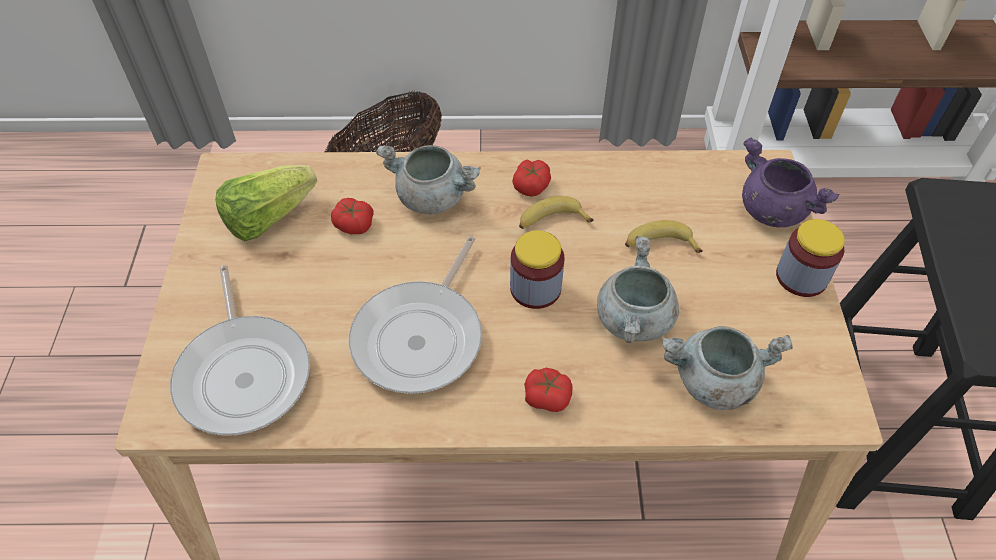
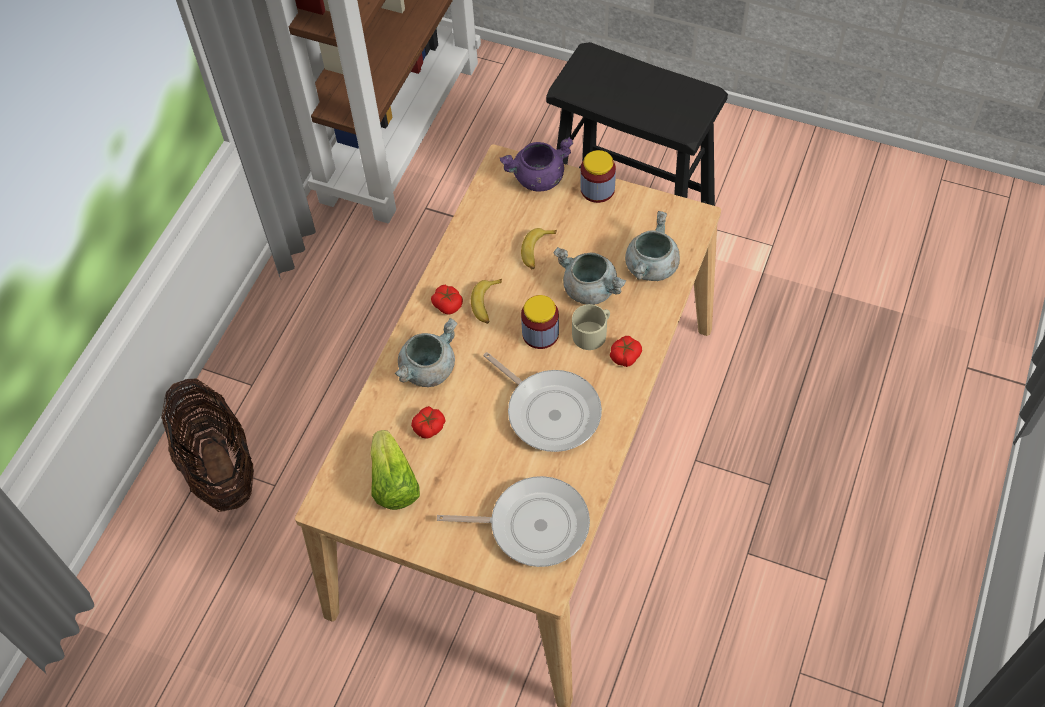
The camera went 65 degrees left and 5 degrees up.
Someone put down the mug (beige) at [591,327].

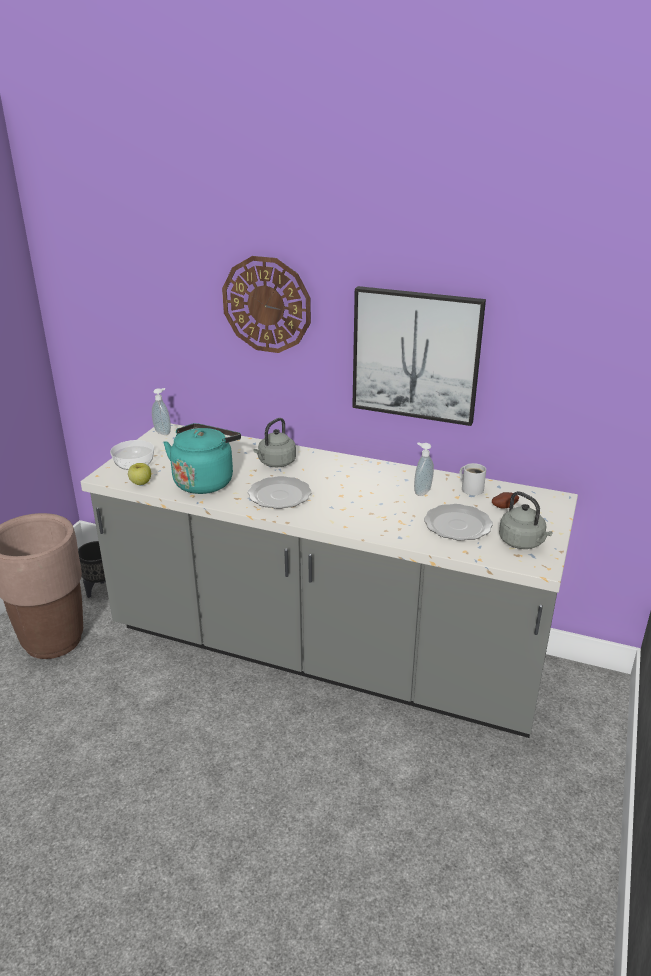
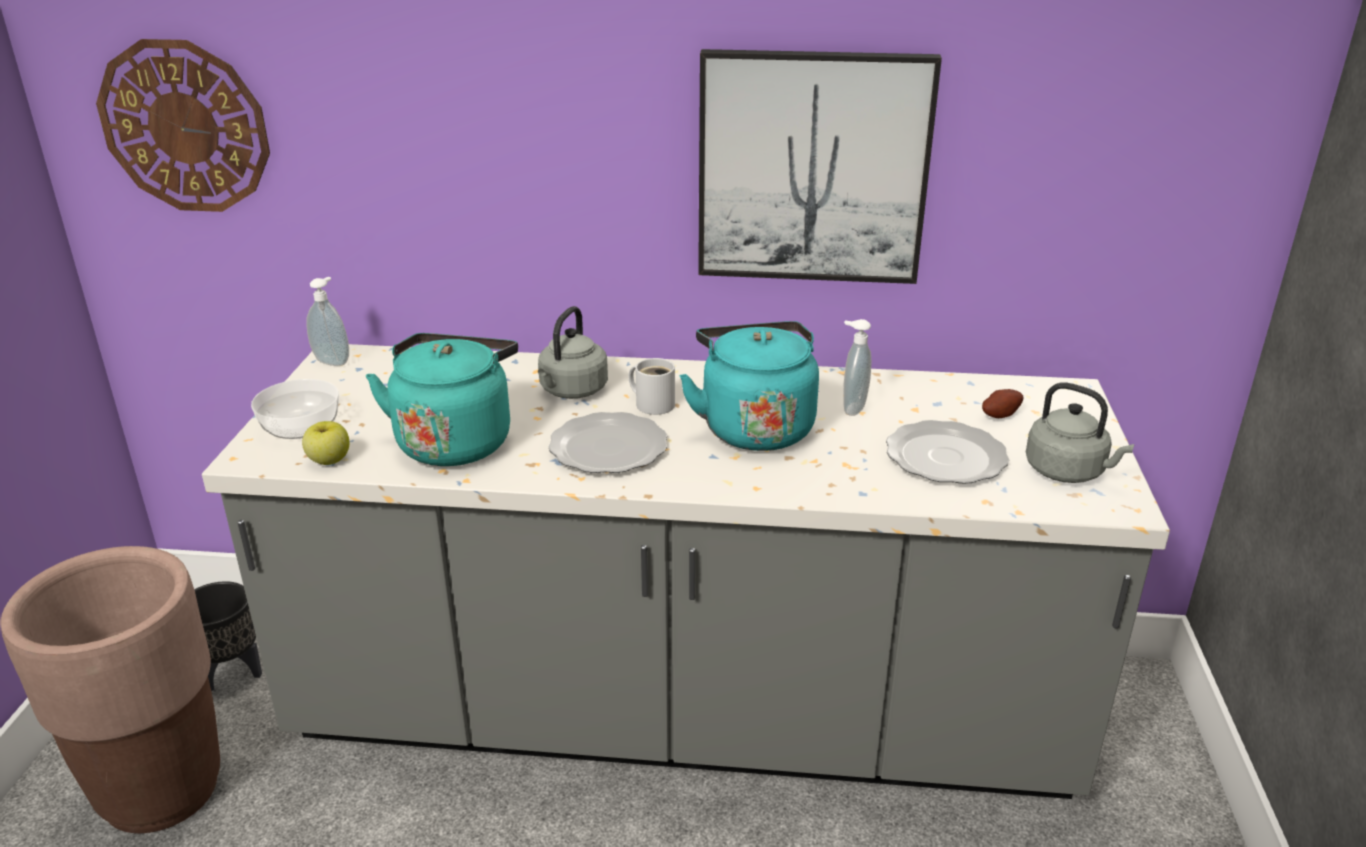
The camera went 15 degrees left and 0 degrees up.
Someone carried the wall clock from [266,304] to [183,125].
Someone carried the mug (white) from [472,479] to [652,386].
Someone put down the kettle (turquoise) at [749,386].

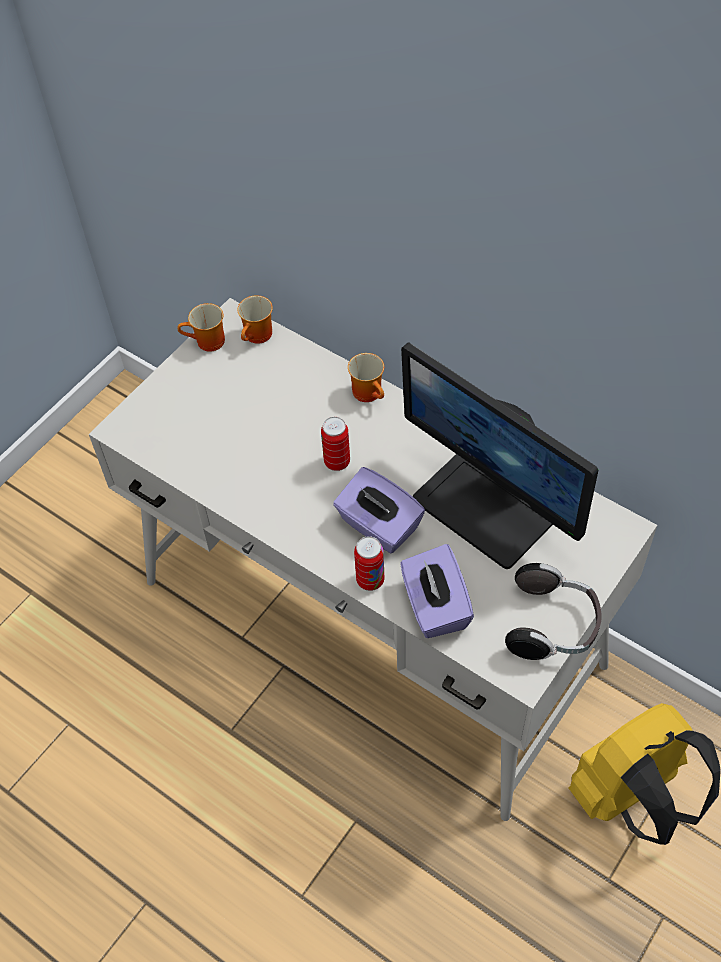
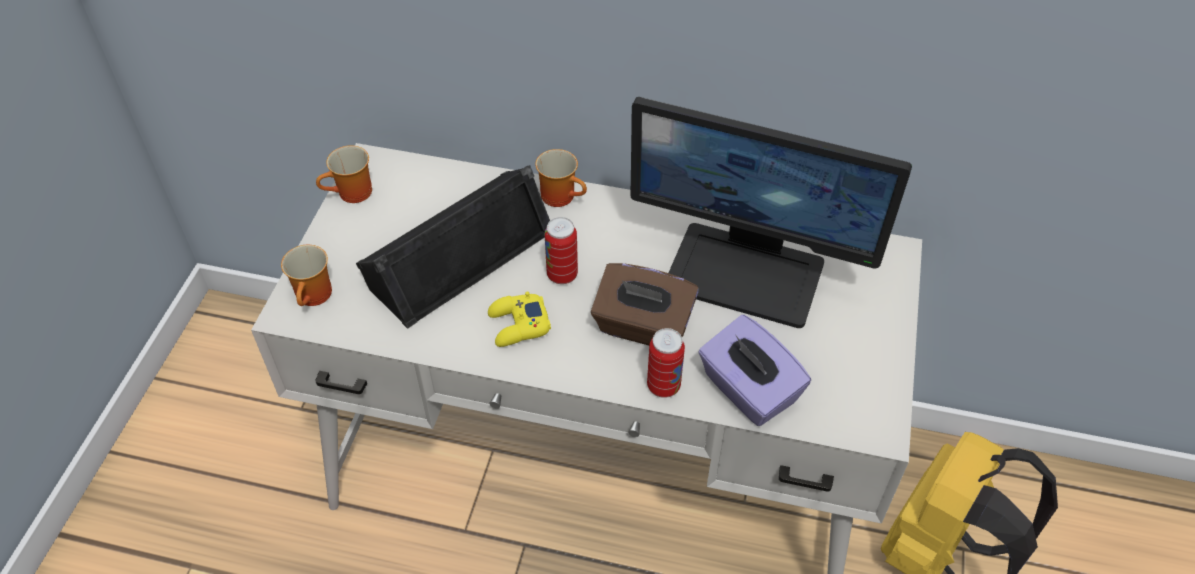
The camera went 25 degrees left and 5 degrees down.
Someone carried the mug from [255,319] to [306,275].
Someone repainted the tissue box (purple) at [379,510], which became the tissue box (brown) at [645,304].
Someone took away the headphones at [553,611].
Someone put down the speaker (black) at [453,247].
Someone put down the game controller (yellow) at [519,319].

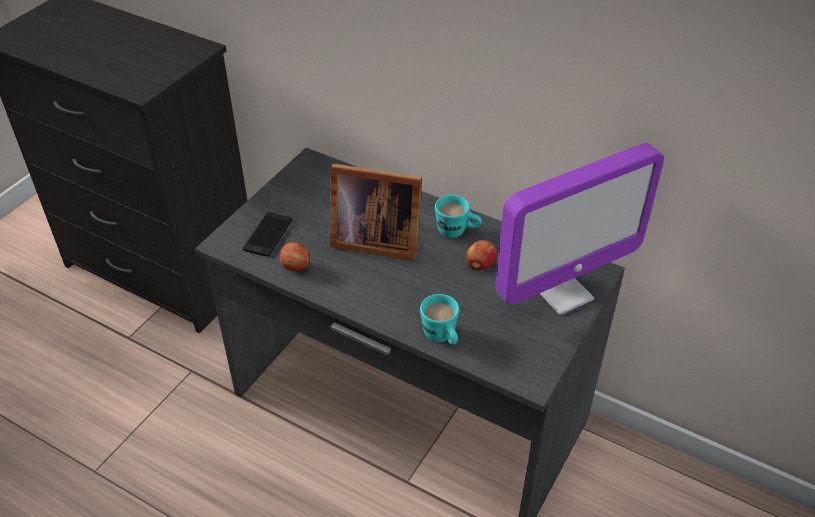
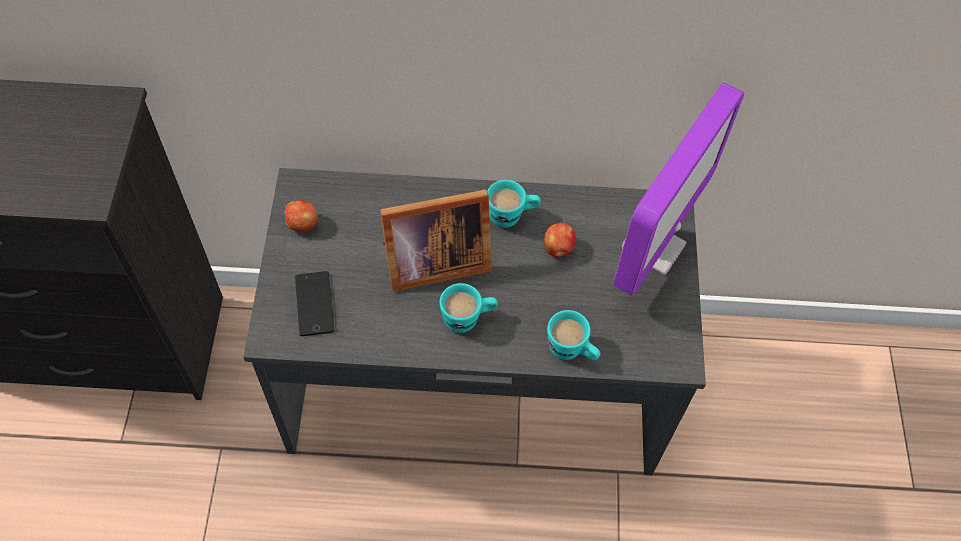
The camera went 30 degrees left and 15 degrees up.
Someone carried the apple from [294,257] to [301,216].
Someone put down the mug (turquoise) at [468,308].

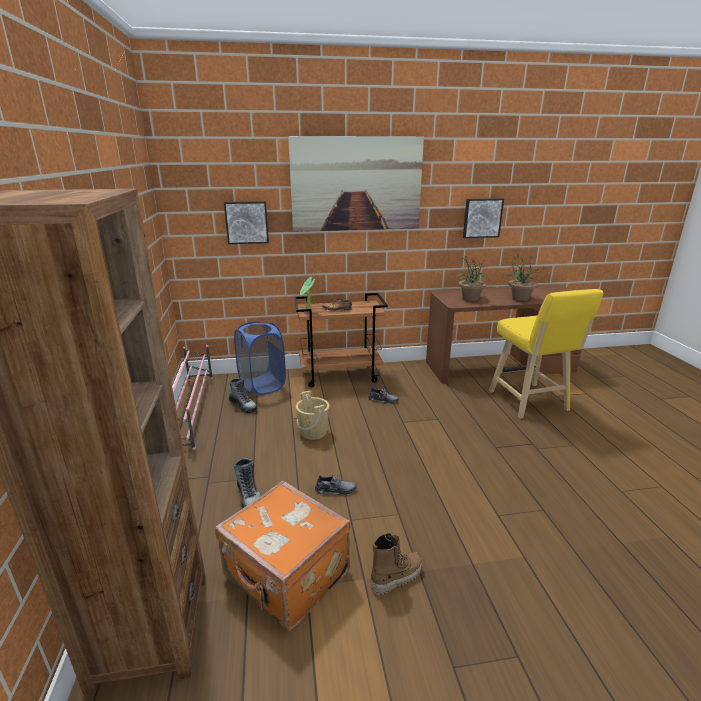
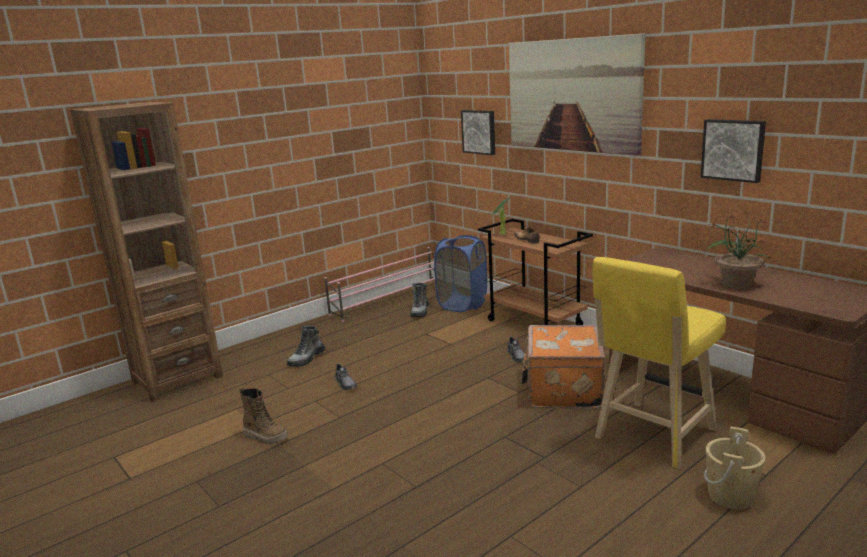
The camera went 60 degrees right and 5 degrees down.
Someone carried the suitcase (orange) from [282,556] to [563,367].
Someone carried the bucket (beige) from [312,415] to [734,468].
Someone took away the potted plant at [473,279].

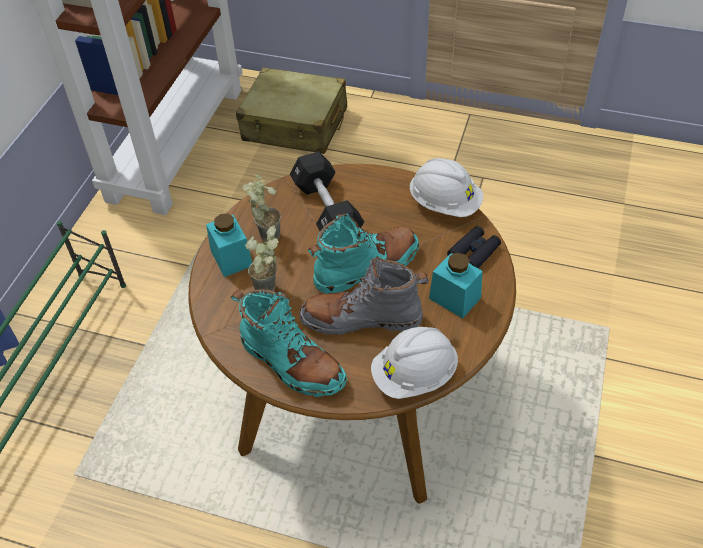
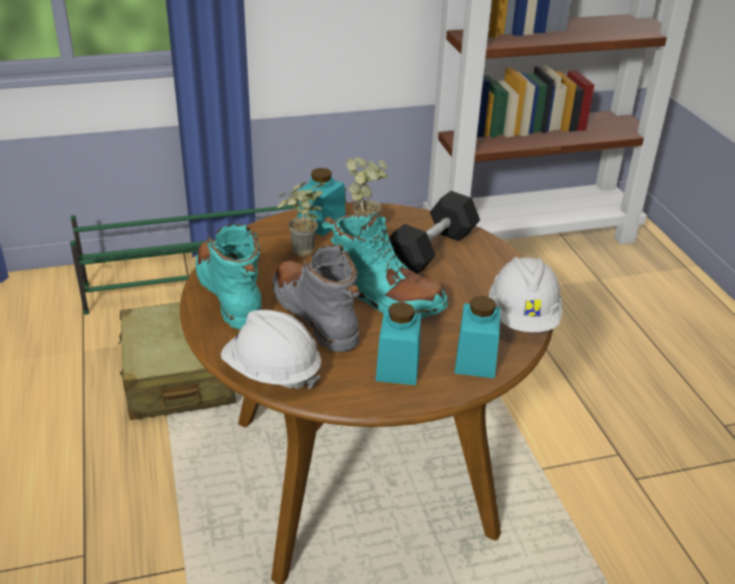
The camera went 55 degrees right and 15 degrees down.
Someone rotated the boot (turquoise) at [289,343] by 150 degrees clockwise.
Someone carried the suitcase (beige) from [291,110] to [177,361].
Someone swapped the binoculars (black) at [474,247] for the jar (turquoise) at [478,337].

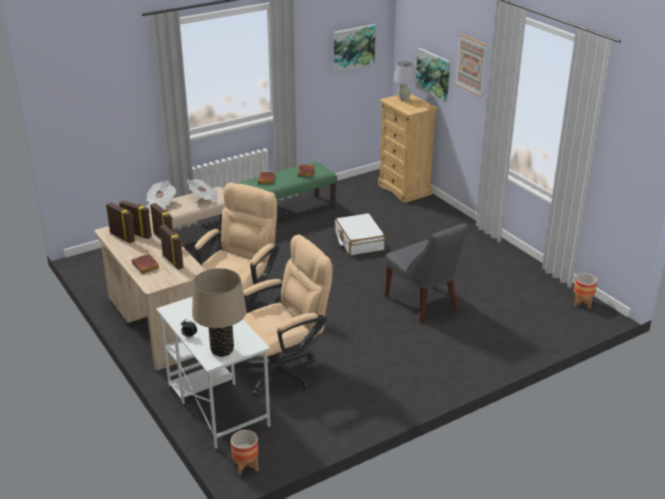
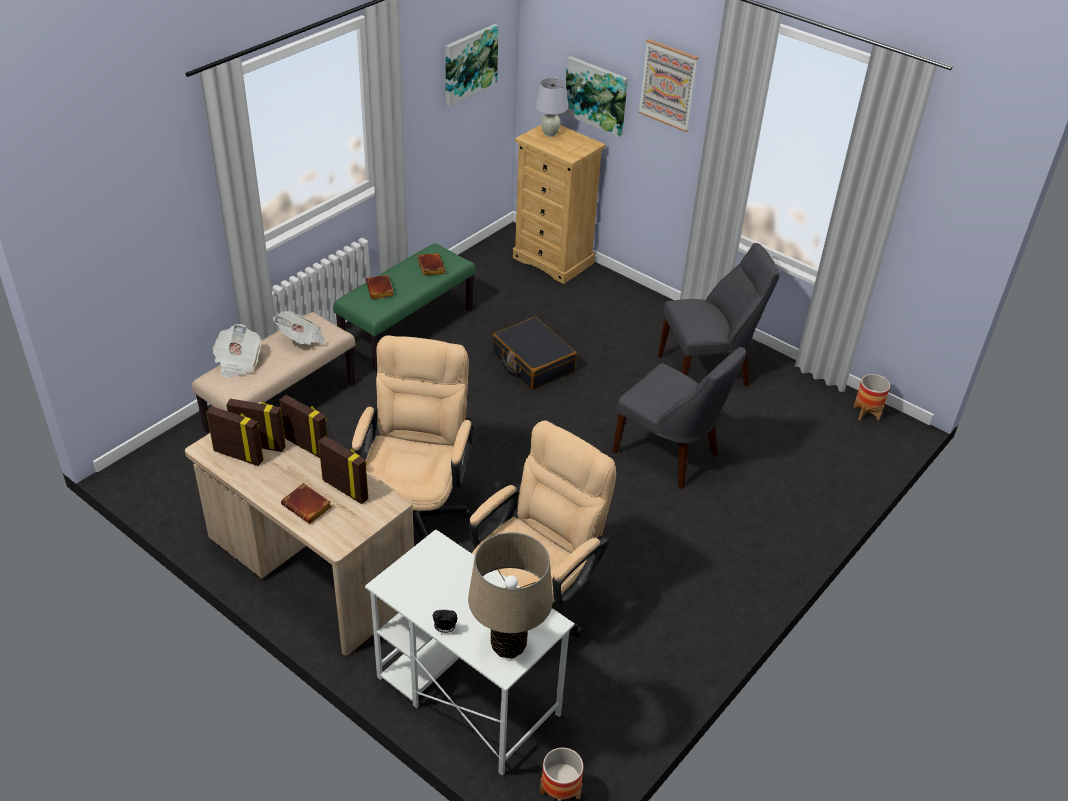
The camera went 20 degrees left and 10 degrees up.
Someone repainted the suitcase (white) at [360,234], which became the suitcase (black) at [534,353].
Someone put down the chair (grey) at [719,314].

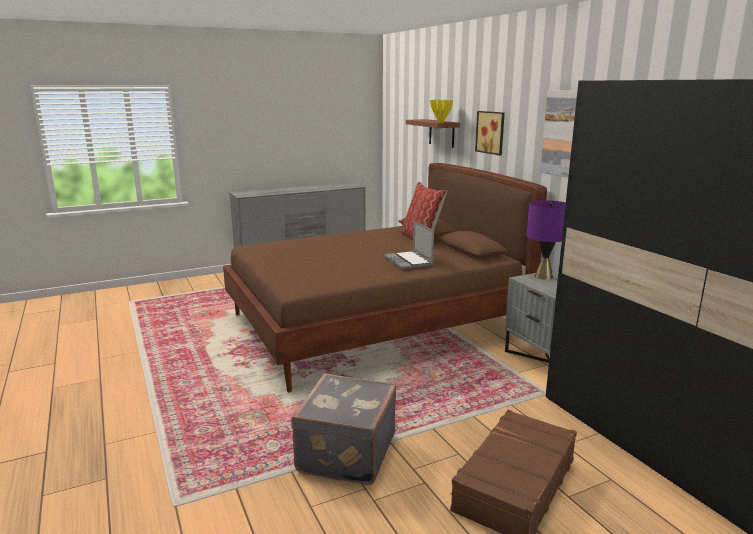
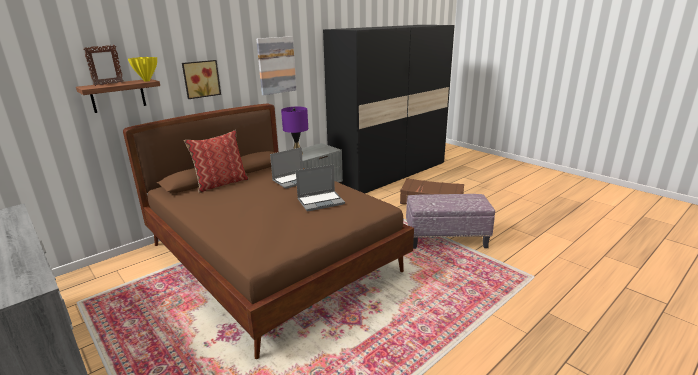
The camera went 105 degrees left and 5 degrees up.
Someone swapped the suitcase (grey) at [343,429] for the ottoman at [450,221].
Someone put down the picture frame at [104,65].
Someone put down the laptop at [320,187].

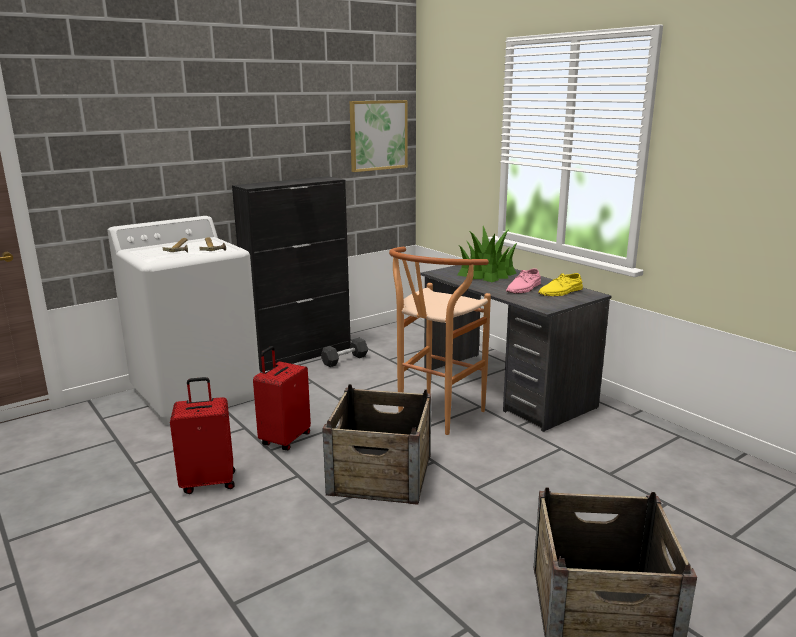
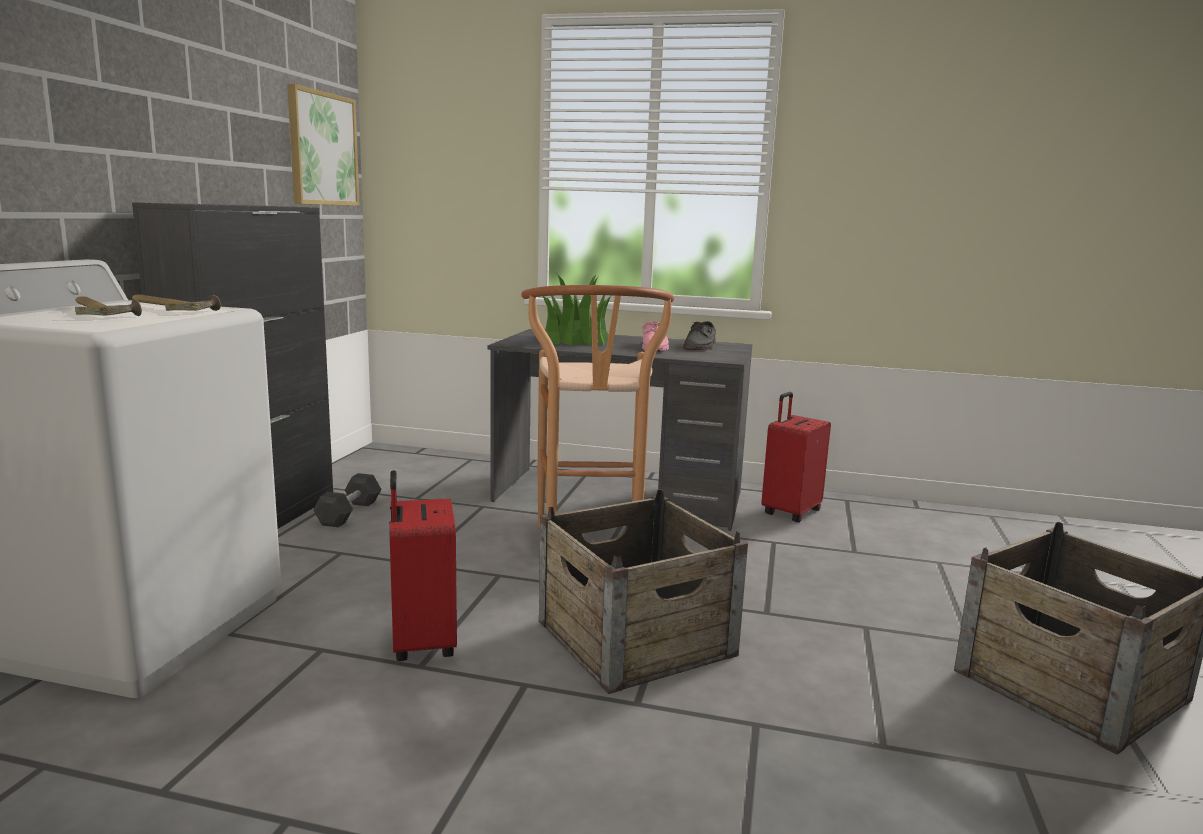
The camera went 40 degrees left and 5 degrees down.
Someone carried the suitcase (red) from [202,435] to [796,457].
Someone repainted the shoe (yellow) at [560,284], which became the shoe (grey) at [699,335].

